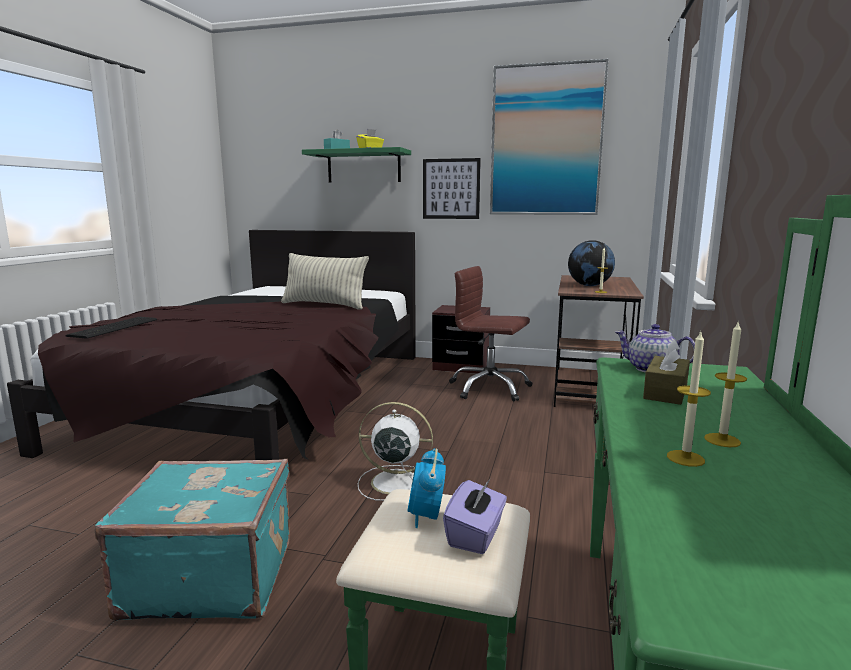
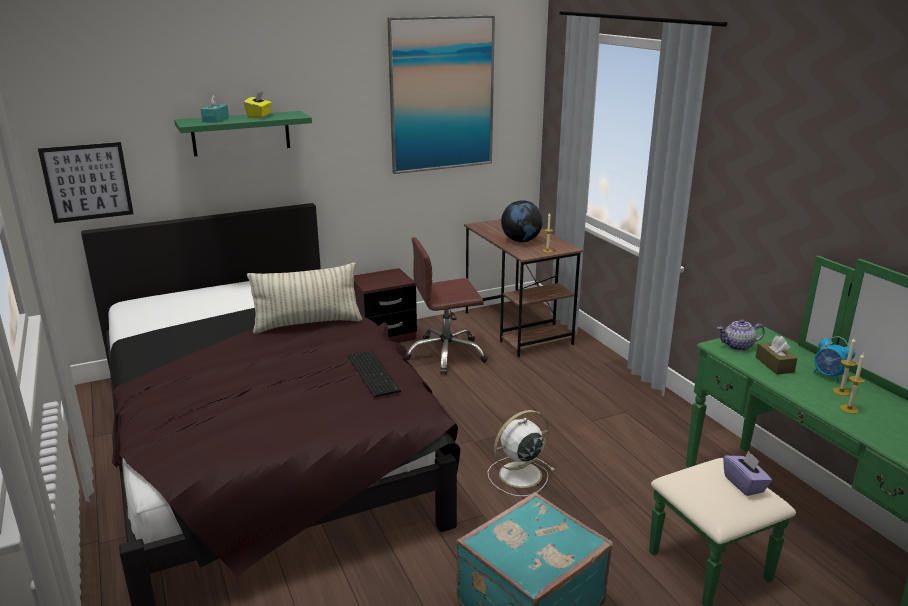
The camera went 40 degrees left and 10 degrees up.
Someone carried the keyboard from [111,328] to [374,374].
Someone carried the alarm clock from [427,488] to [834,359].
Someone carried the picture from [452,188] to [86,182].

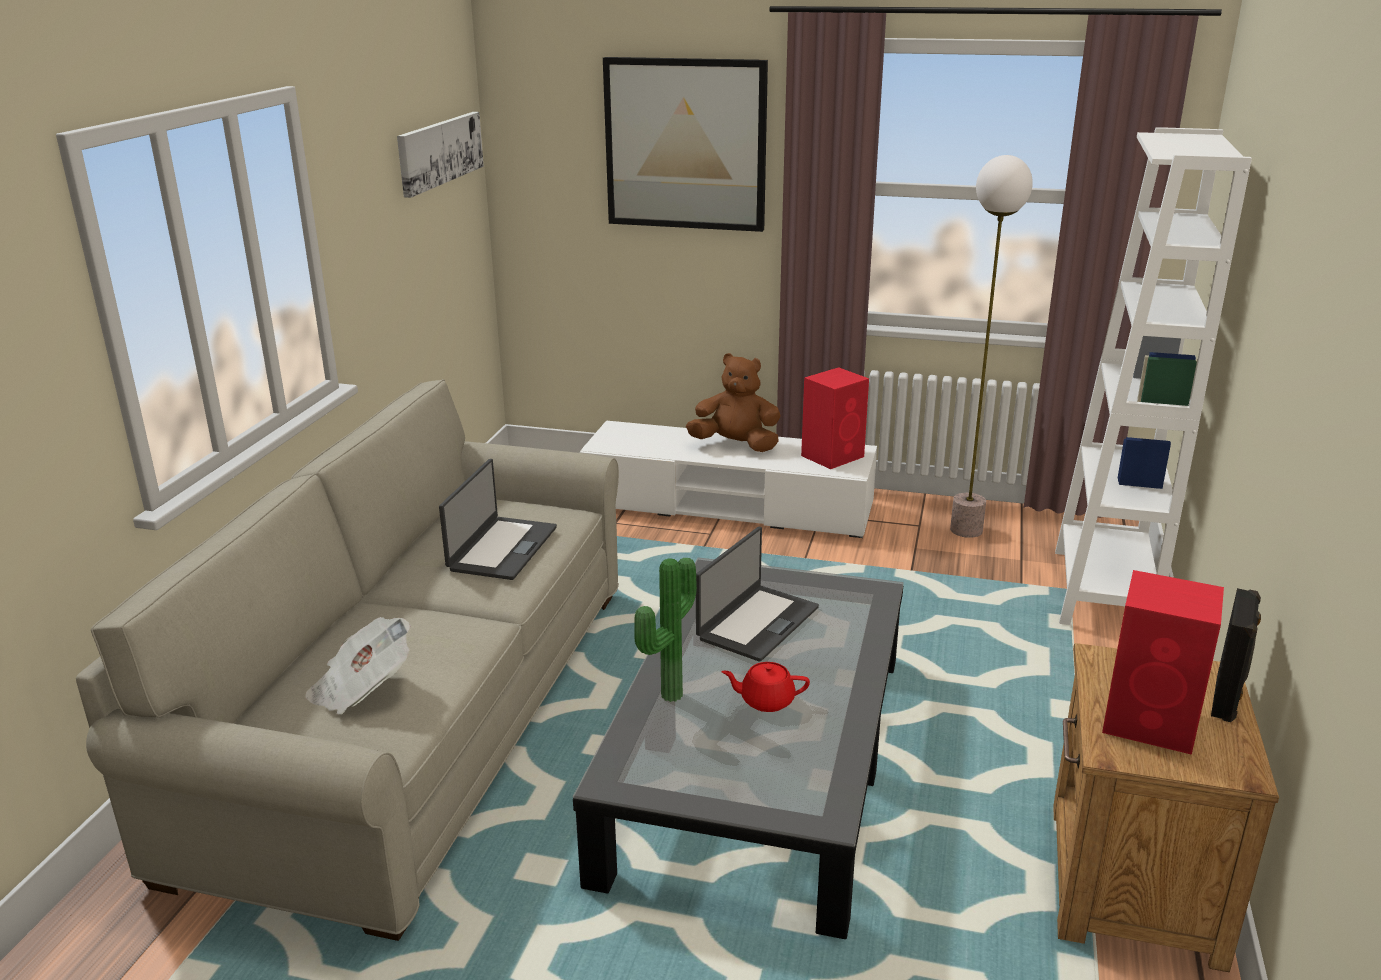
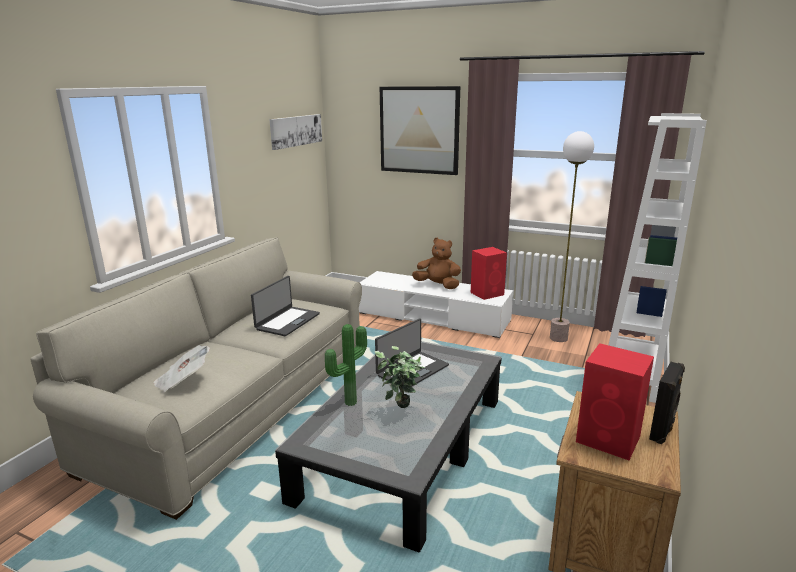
The camera went 10 degrees right and 5 degrees down.
Someone swapped the teapot (red) at [765,687] for the potted plant at [400,377].

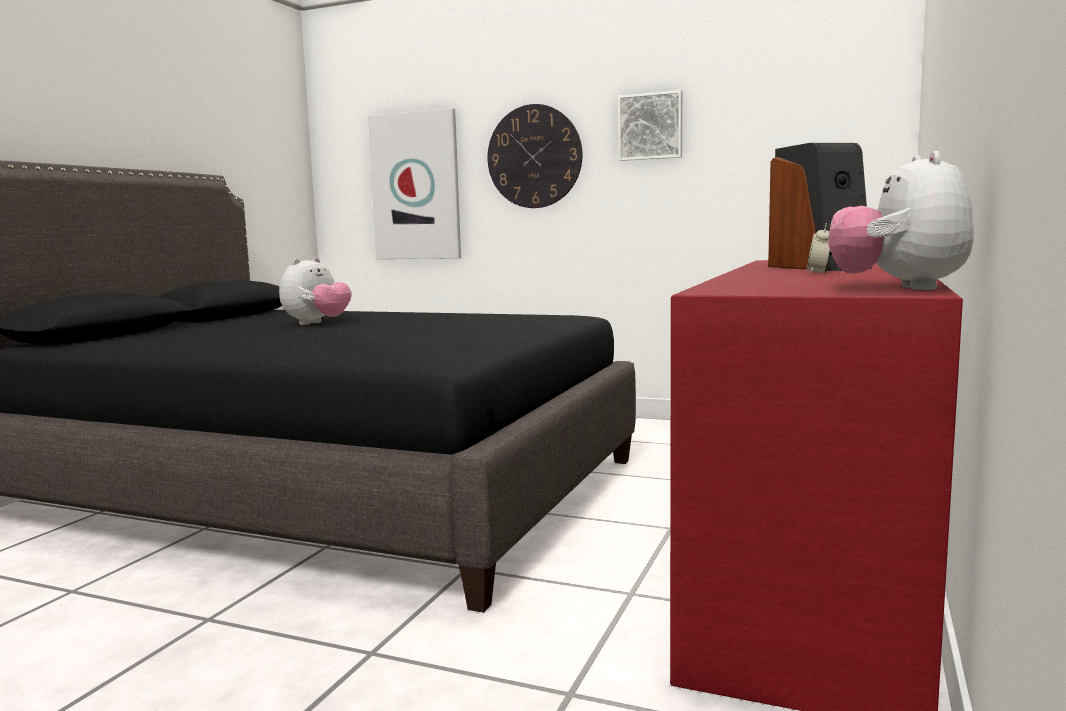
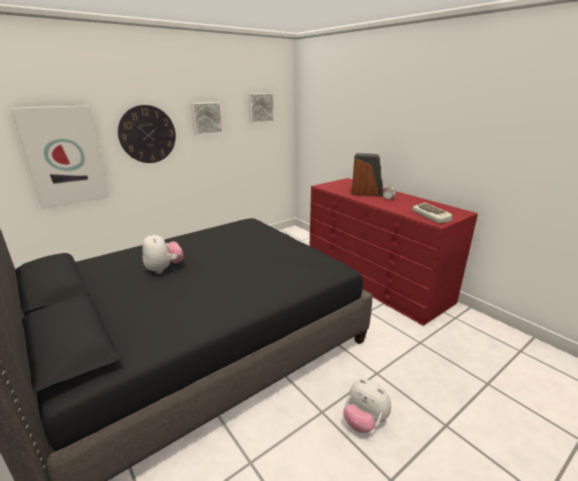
The camera went 60 degrees left and 15 degrees up.
Someone carried the plush toy from [901,220] to [367,406].
Someone put up the picture at [261,108].
Someone put down the keyboard at [432,213].

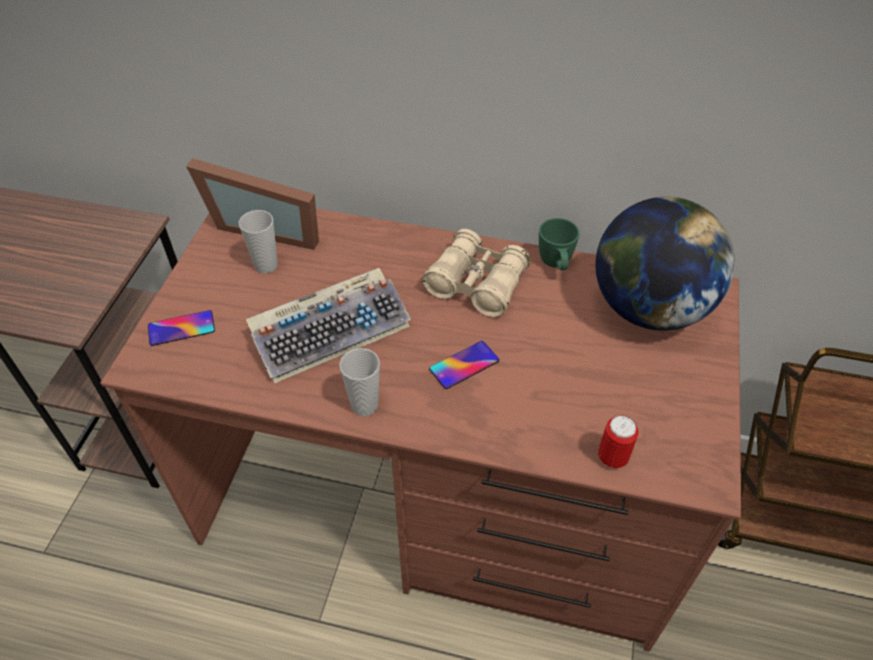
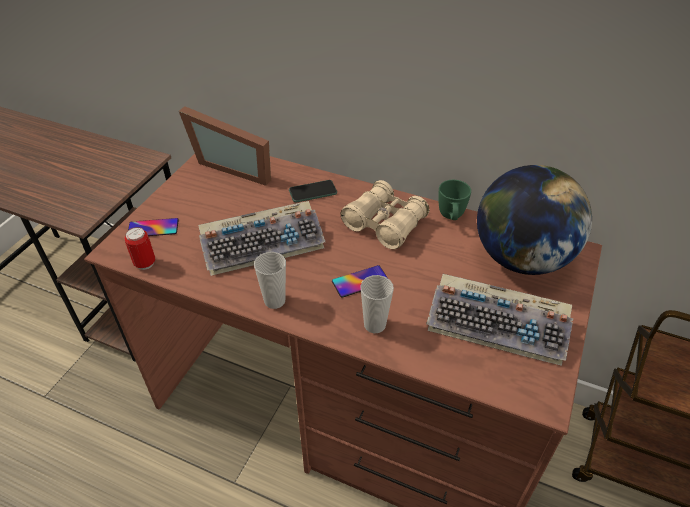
The camera went 10 degrees right and 5 degrees down.
Someone carried the cup from [258,241] to [377,304].
Someone carried the can from [618,441] to [139,248].
Someone put down the phone at [313,191].
Someone put down the keyboard at [499,320].

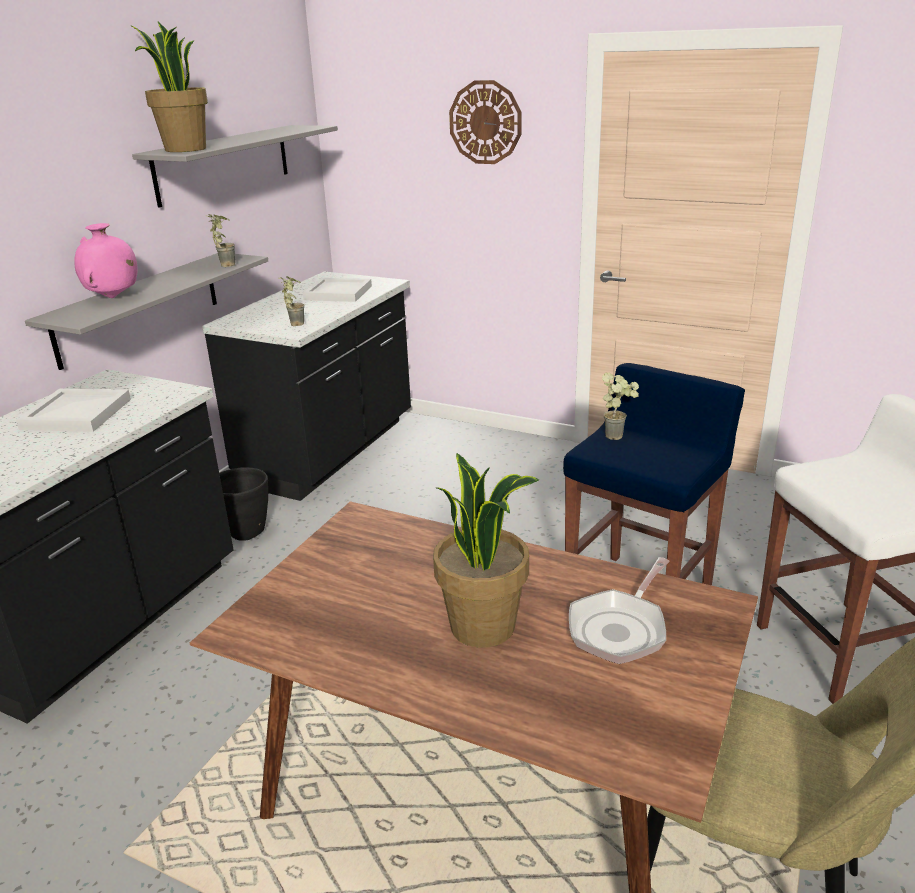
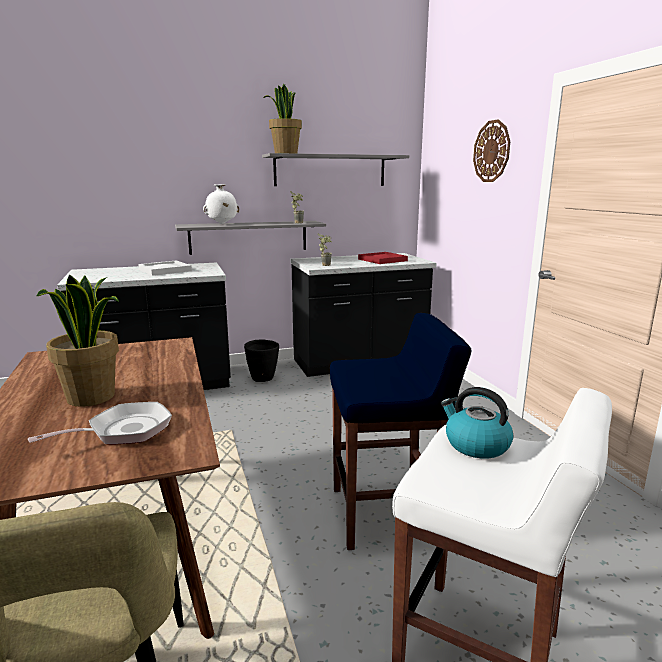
The camera went 45 degrees right and 10 degrees down.
Someone repainted the vase (pink) at [106,260], which became the vase (white) at [221,204].
Someone repainted the tray (white) at [337,290], which became the tray (red) at [383,258].
Someone rotated the frying pan at [619,610] by 150 degrees clockwise.
Someone took away the potted plant at [620,406].
Someone put down the kettle at [477,423].

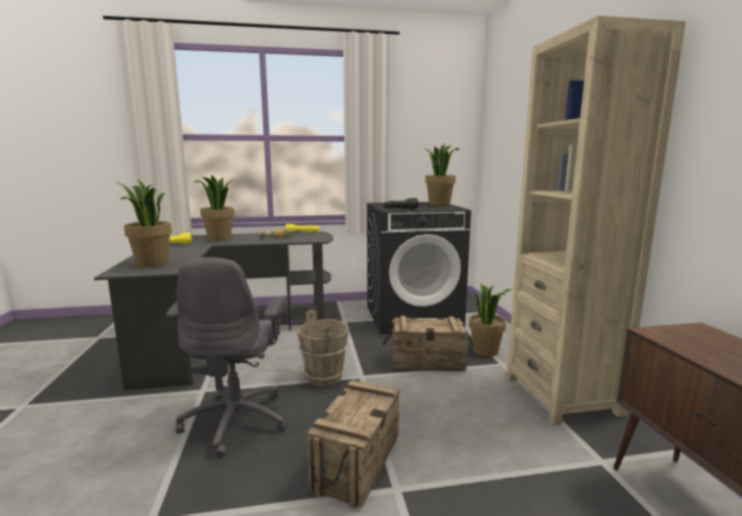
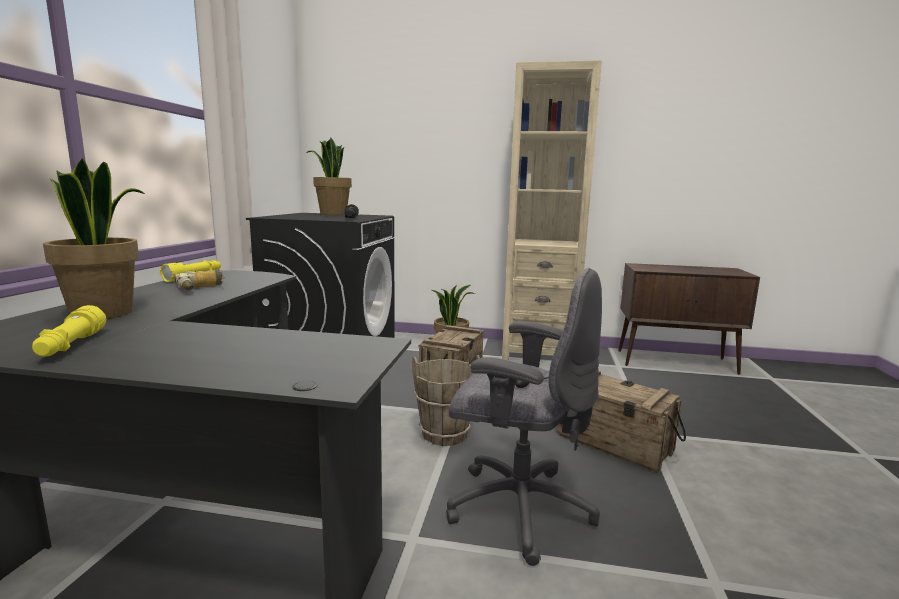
The camera went 70 degrees left and 0 degrees up.
Someone took away the potted plant at [143,223].

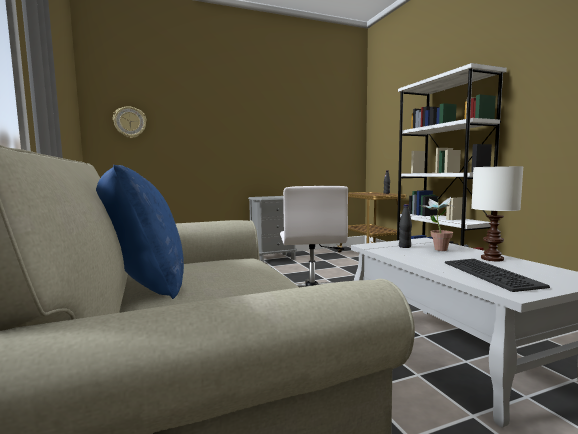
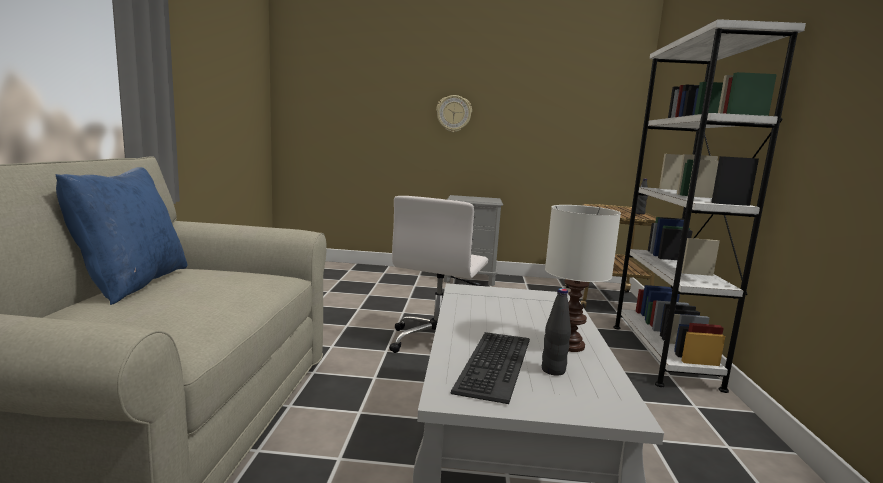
The camera went 25 degrees right and 5 degrees up.
Someone carried the wall clock from [130,122] to [454,113].
Someone carried the bottle (black) from [405,226] to [556,332].
Someone took away the potted plant at [437,224].

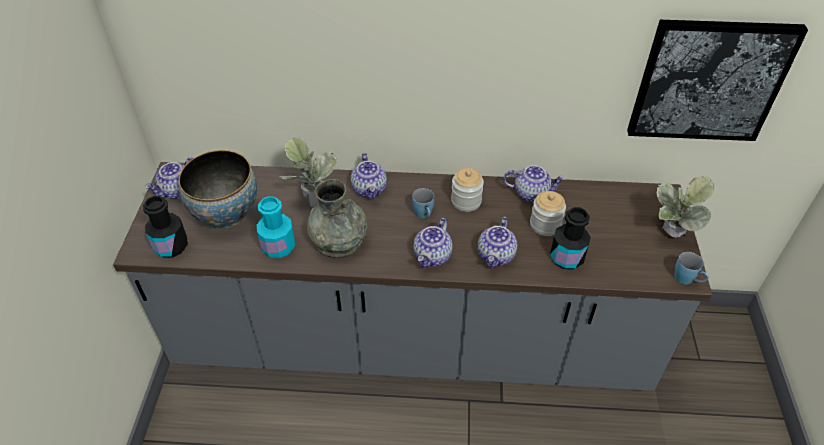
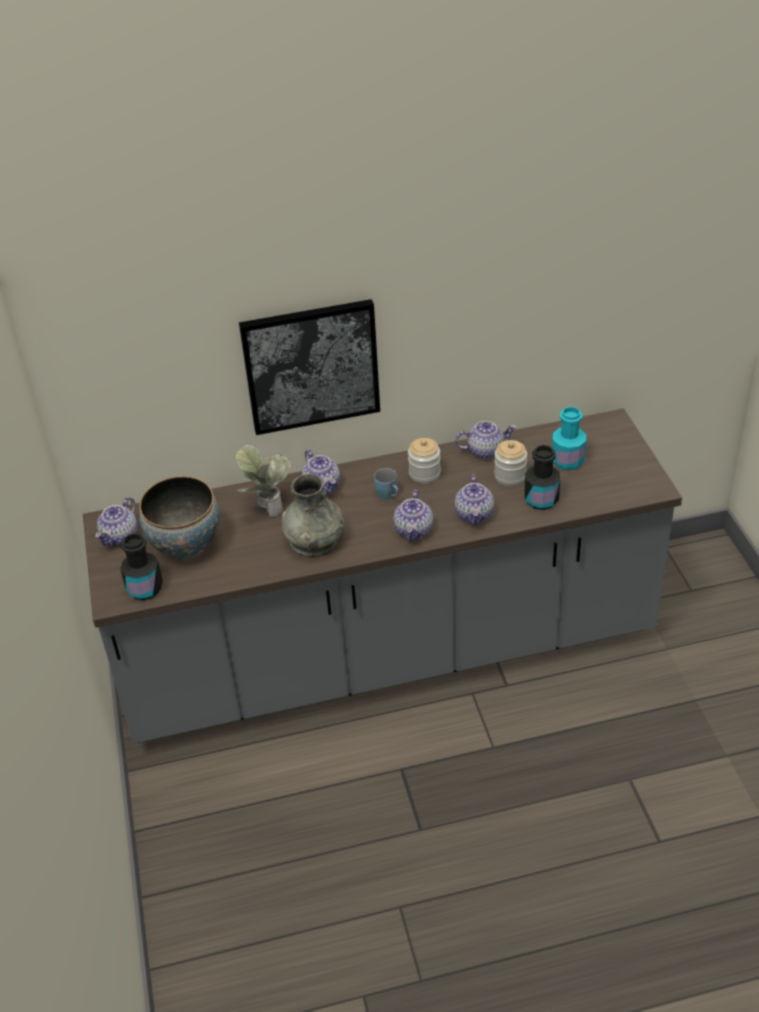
The camera went 15 degrees left and 5 degrees down.
Someone carried the bottle (turquoise) from [276,227] to [569,438].
Someone carried the picture from [717,80] to [309,367].
Someone took away the potted plant at [685,207].
Someone took away the mug (blue) at [691,268].

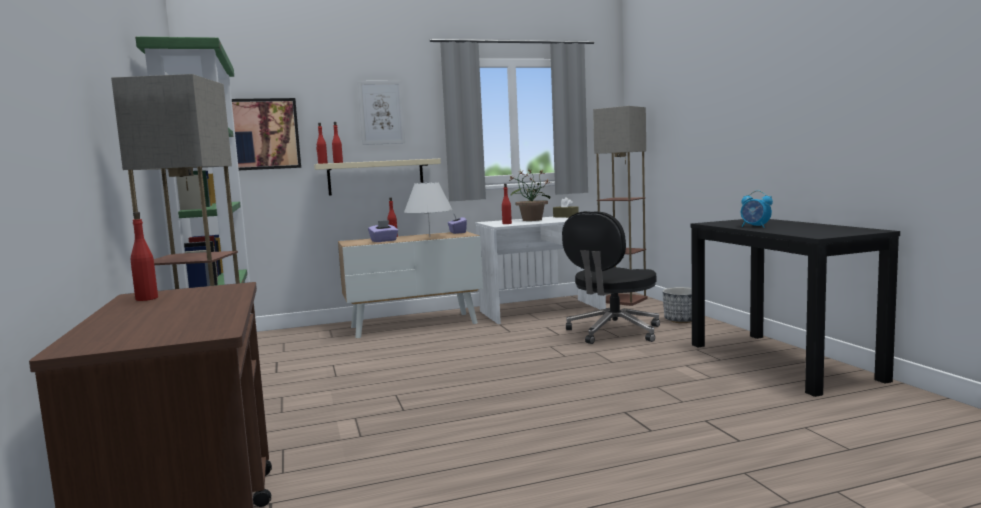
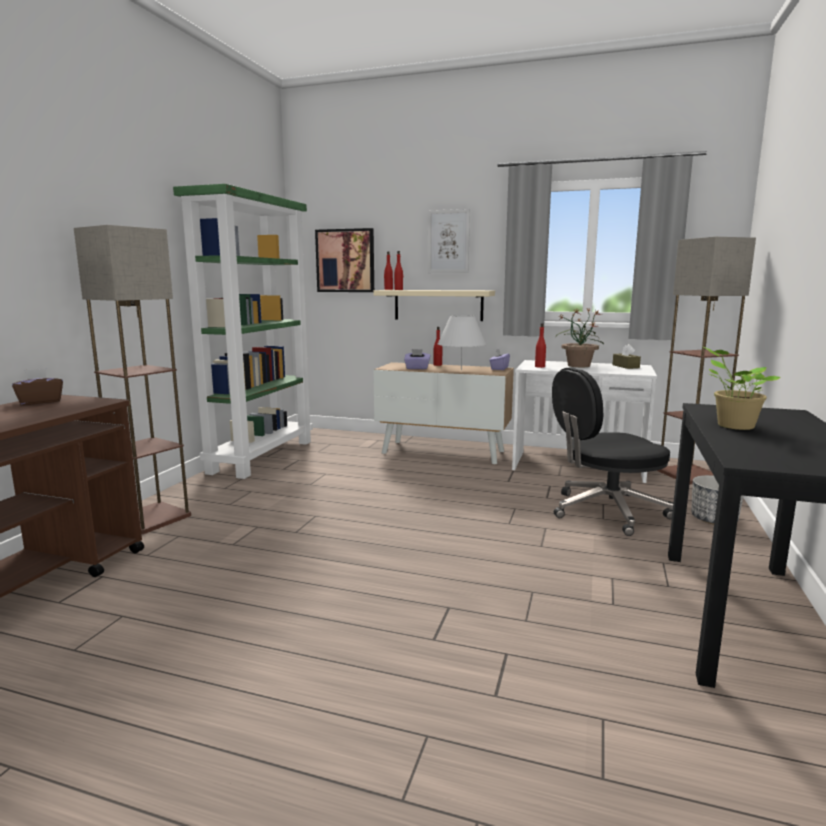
The camera went 35 degrees right and 5 degrees up.
Someone swapped the bottle (red) at [144,256] for the tissue box (brown) at [37,386].
Someone swapped the alarm clock at [757,209] for the potted plant at [741,388].

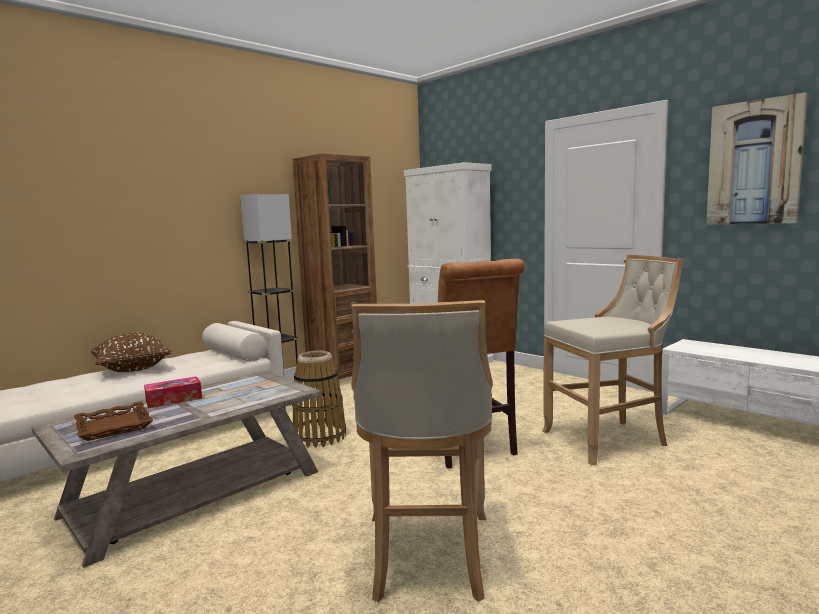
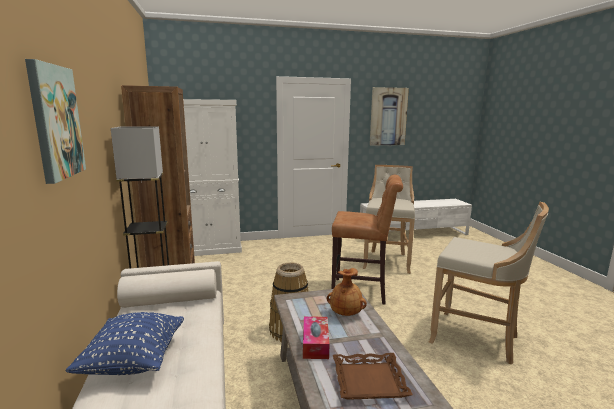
The camera went 60 degrees left and 5 degrees up.
Someone repainted the pillow (brown) at [131,352], which became the pillow (blue) at [124,343].
Someone put up the picture at [55,121].
Someone put down the vase (brown) at [347,292].

